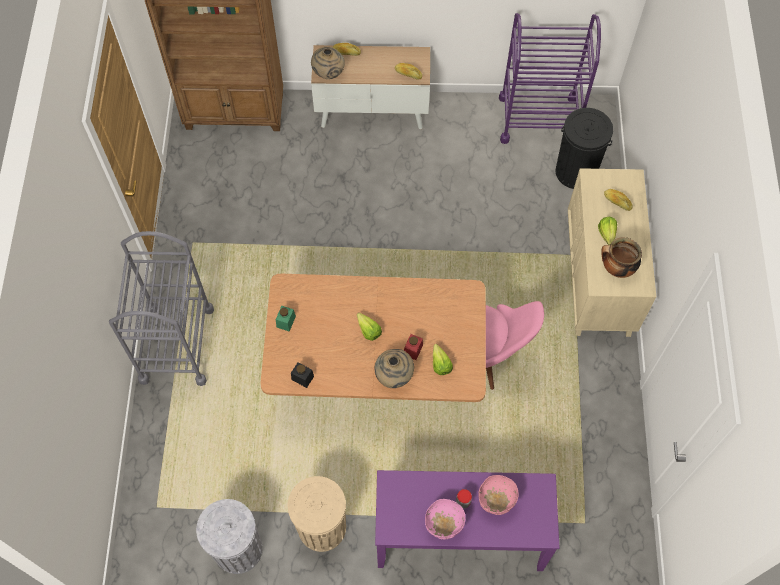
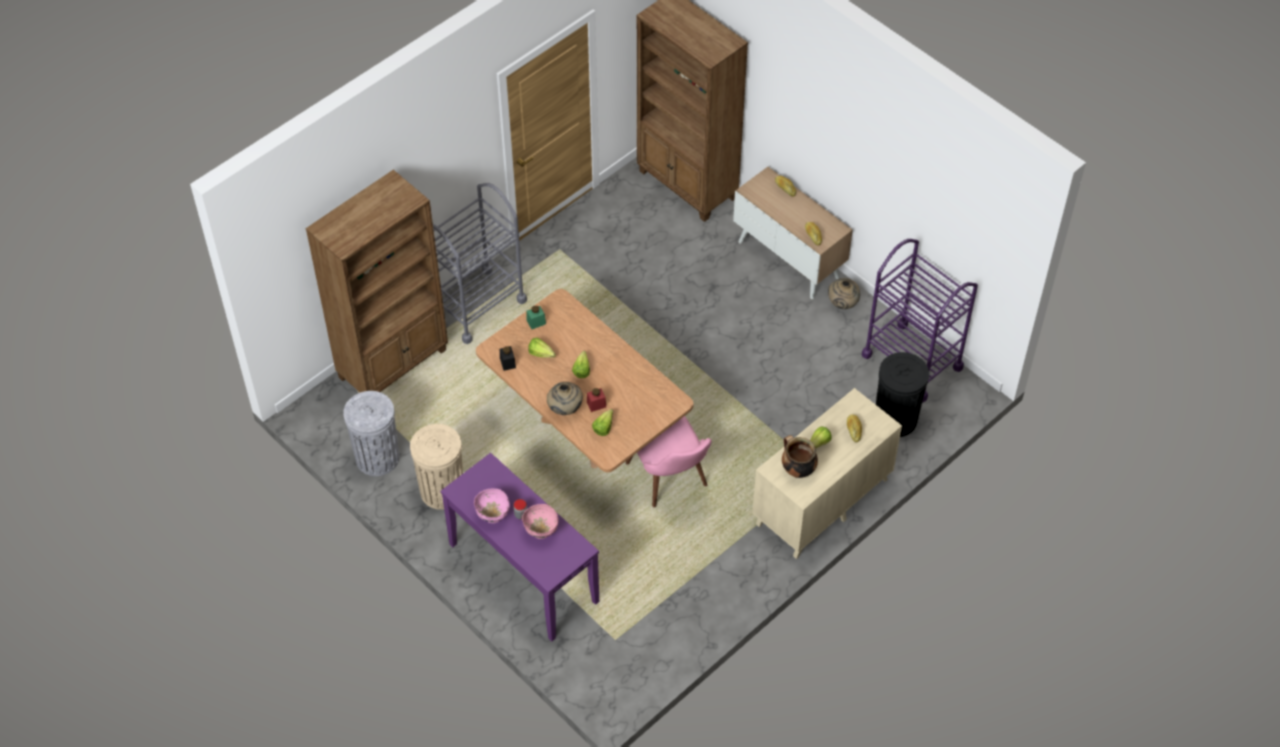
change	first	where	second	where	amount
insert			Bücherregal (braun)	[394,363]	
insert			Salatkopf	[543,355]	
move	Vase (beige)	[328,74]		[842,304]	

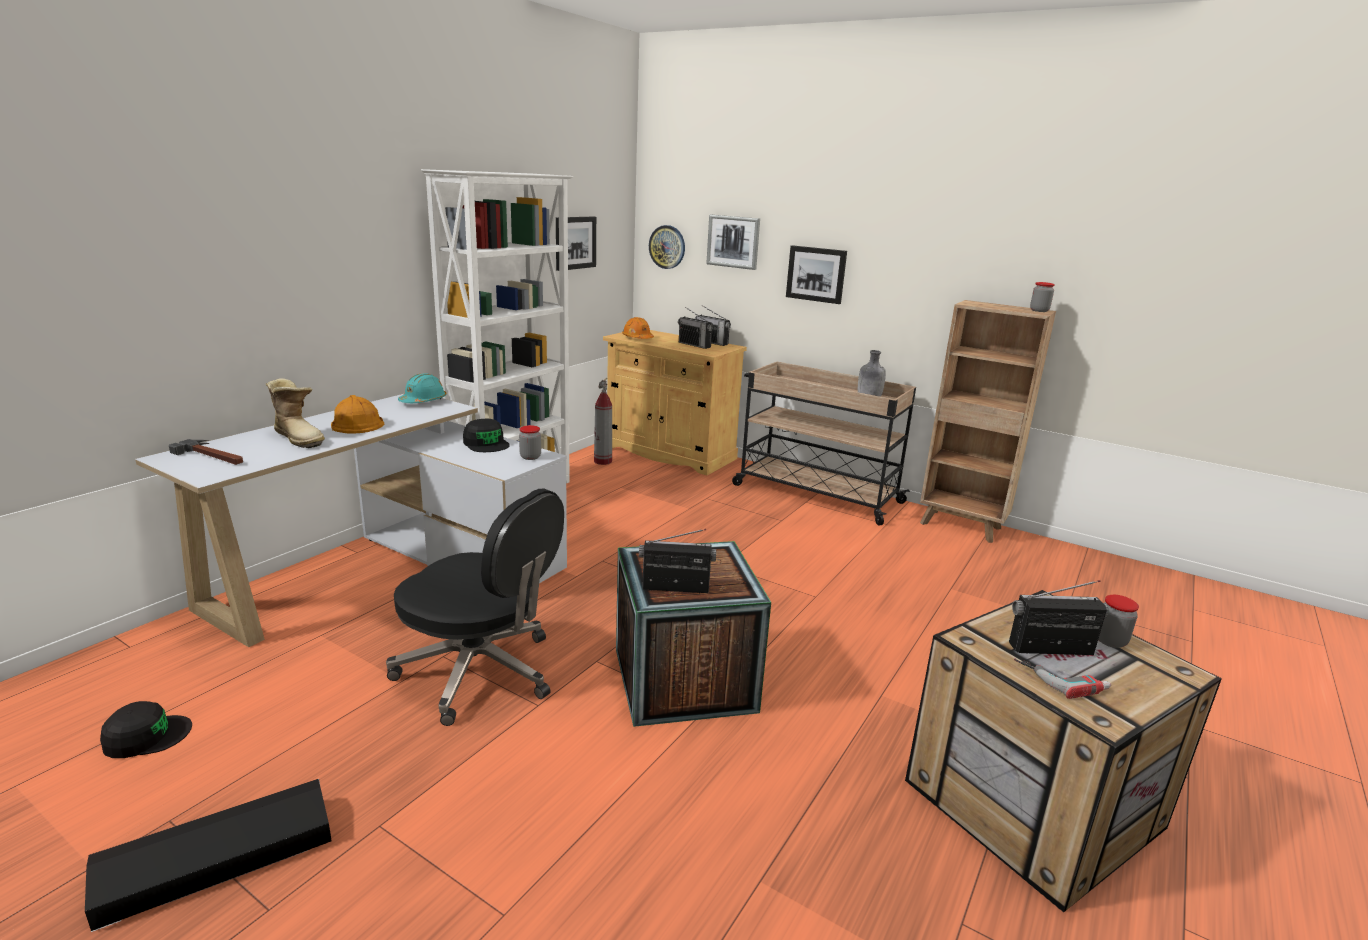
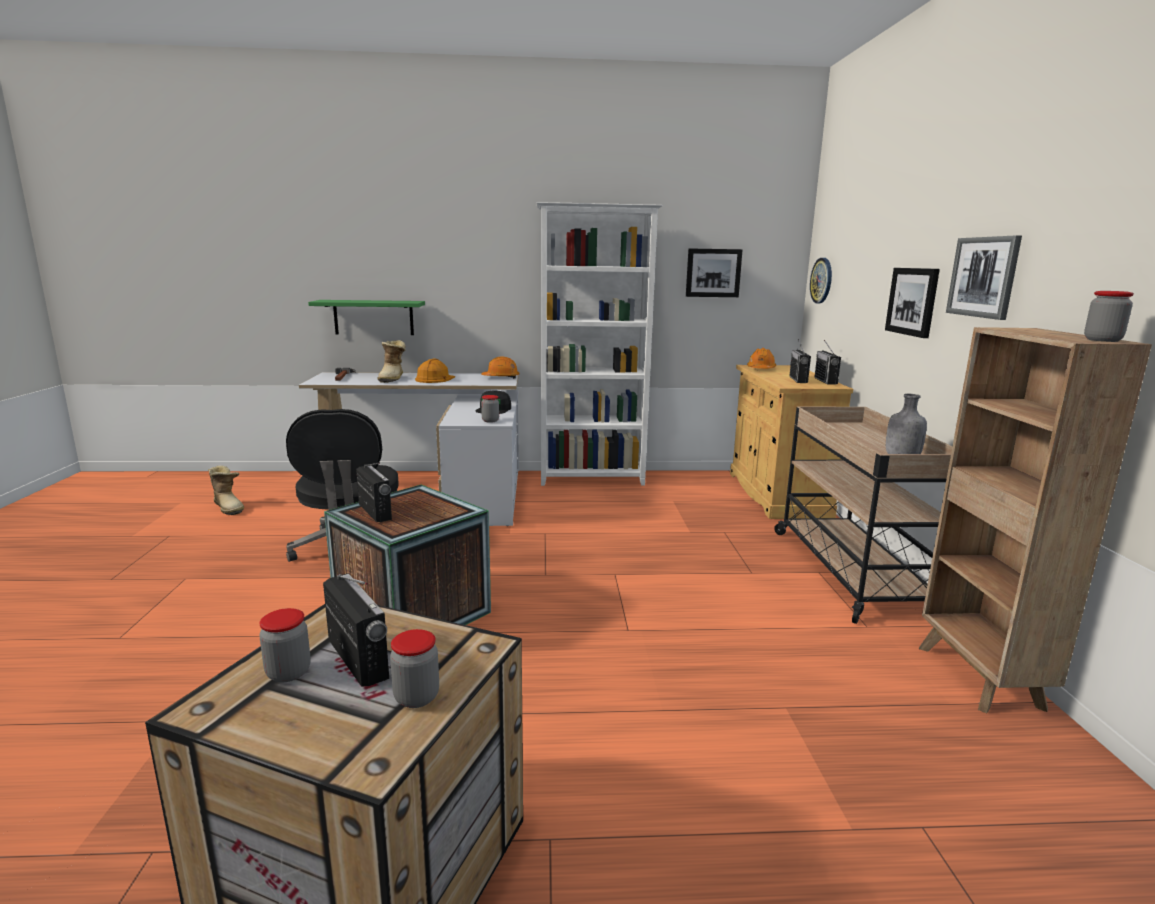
change	first	where	second	where	amount
replace	Kappe (schwarz)	[146,736]	Stiefel	[229,507]	
replace	Bohrmaschine	[1061,678]	Vorratsglas	[288,672]	
insert			Wandregal (grün)	[373,317]	
recolor	Schutzhelm (türkis)	[423,401]	Schutzhelm (orange)	[501,377]	
move	Bild	[733,241]		[983,277]	
delete	Aufbewahrungsbox (schwarz)	[217,859]			
delete	Feuerlöscher	[603,461]			

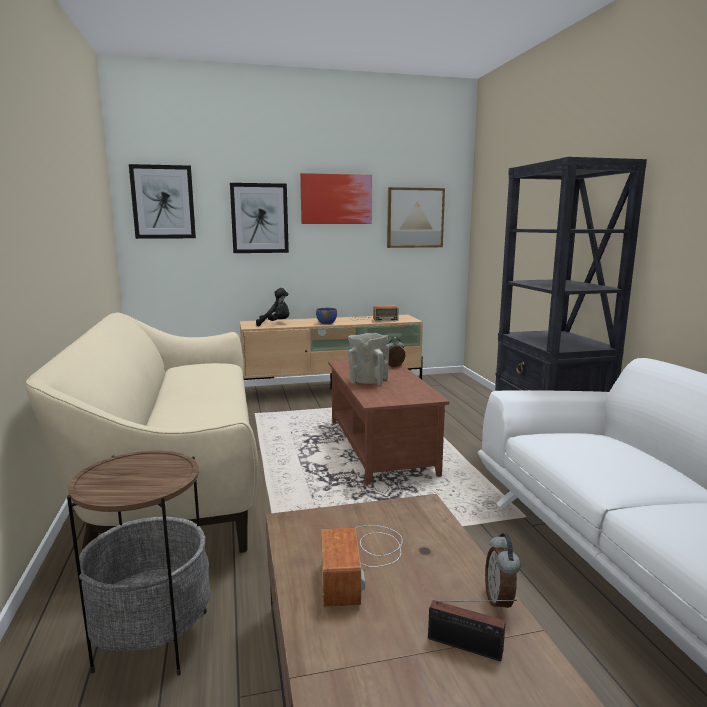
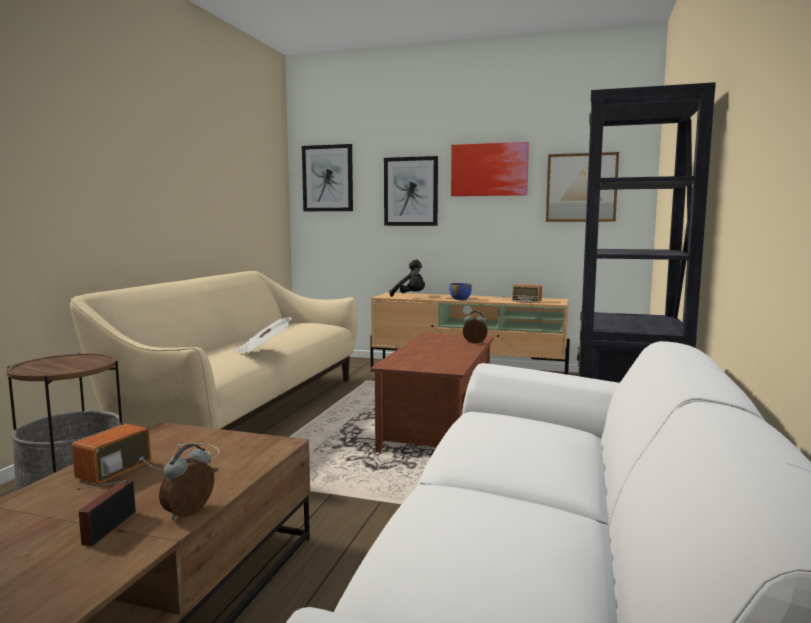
change	first	where	second	where	amount
rotate	Radio	[469,647]		[106,530]	45 degrees clockwise
insert			Zeitung	[263,350]	
delete	Vase (beige)	[368,382]			

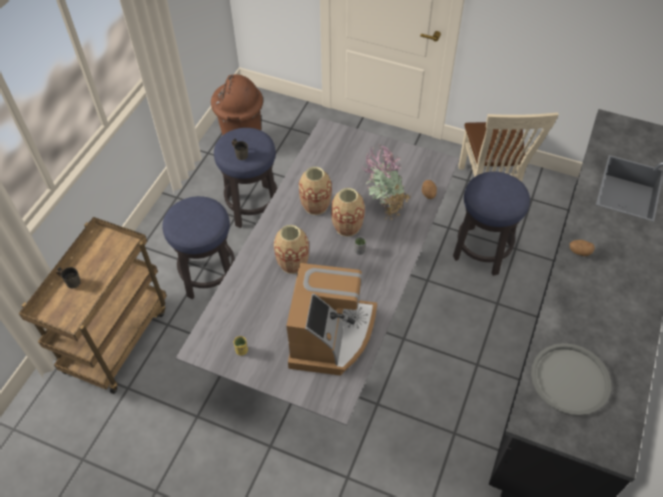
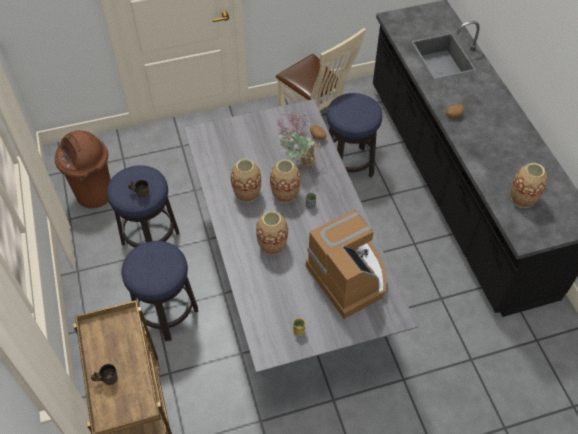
change	first	where	second	where	amount
replace	Tablett (grau)	[570,379]	Vase	[522,199]	

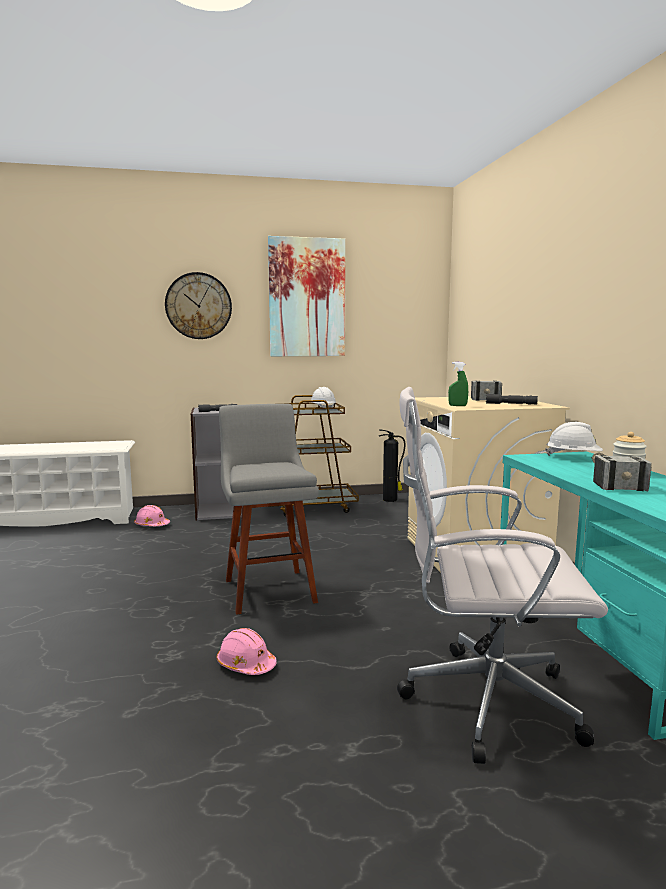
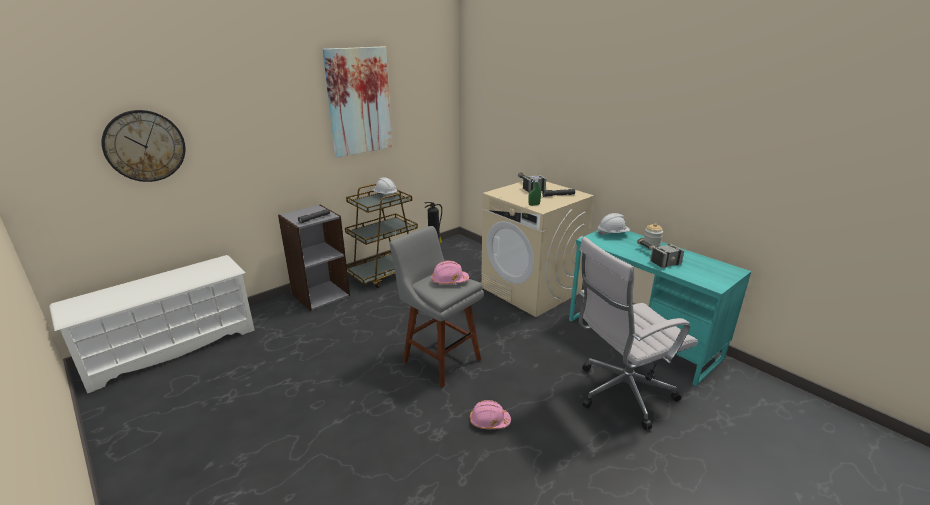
change	first	where	second	where	amount
move	Wanduhr	[198,306]		[145,146]	
move	Schutzhelm (rosa)	[152,525]		[449,281]	

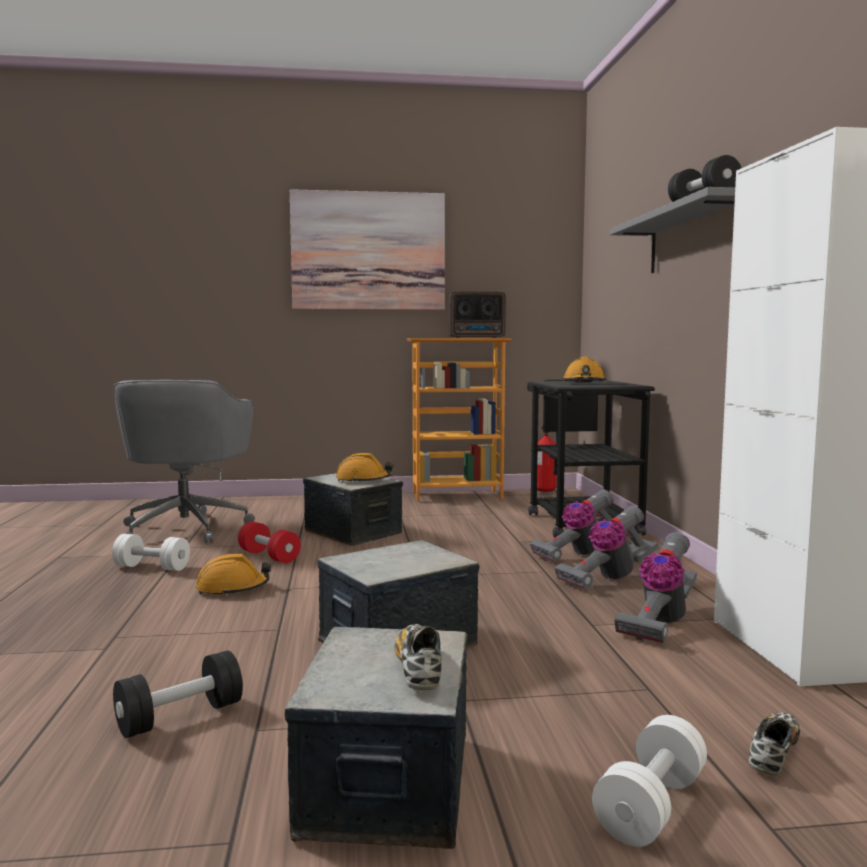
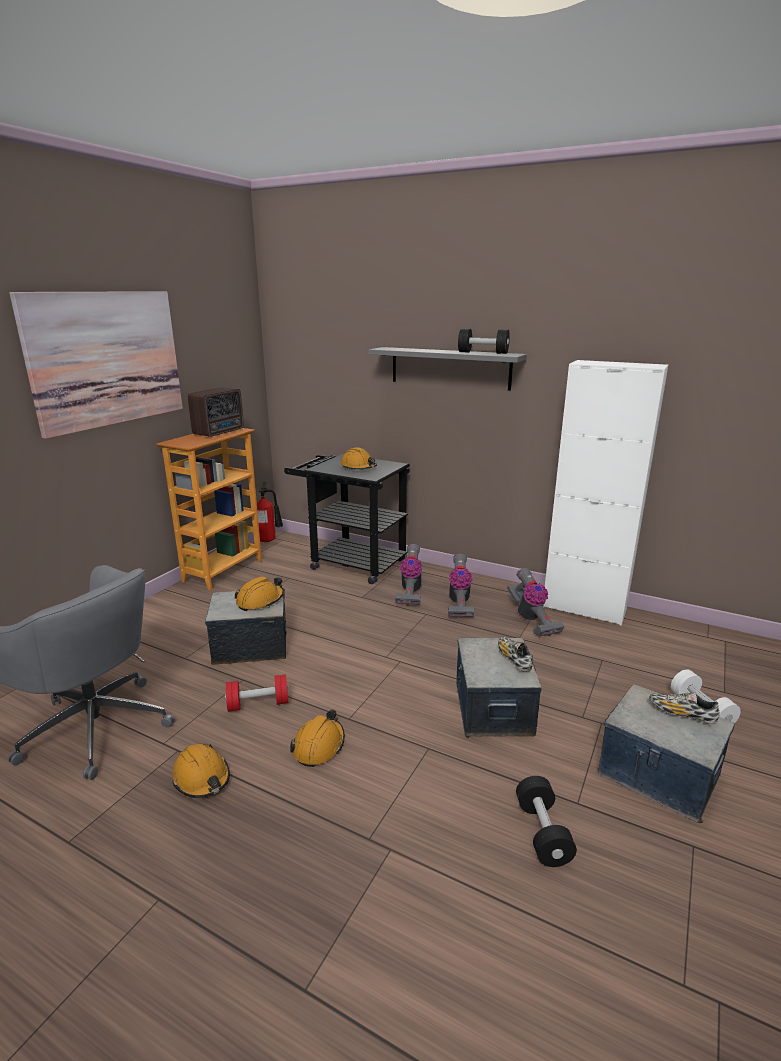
change	first	where	second	where	amount
replace	Hantel (weiß)	[152,567]	Schutzhelm (orange)	[202,778]	
move	Schuh	[774,754]		[513,659]	

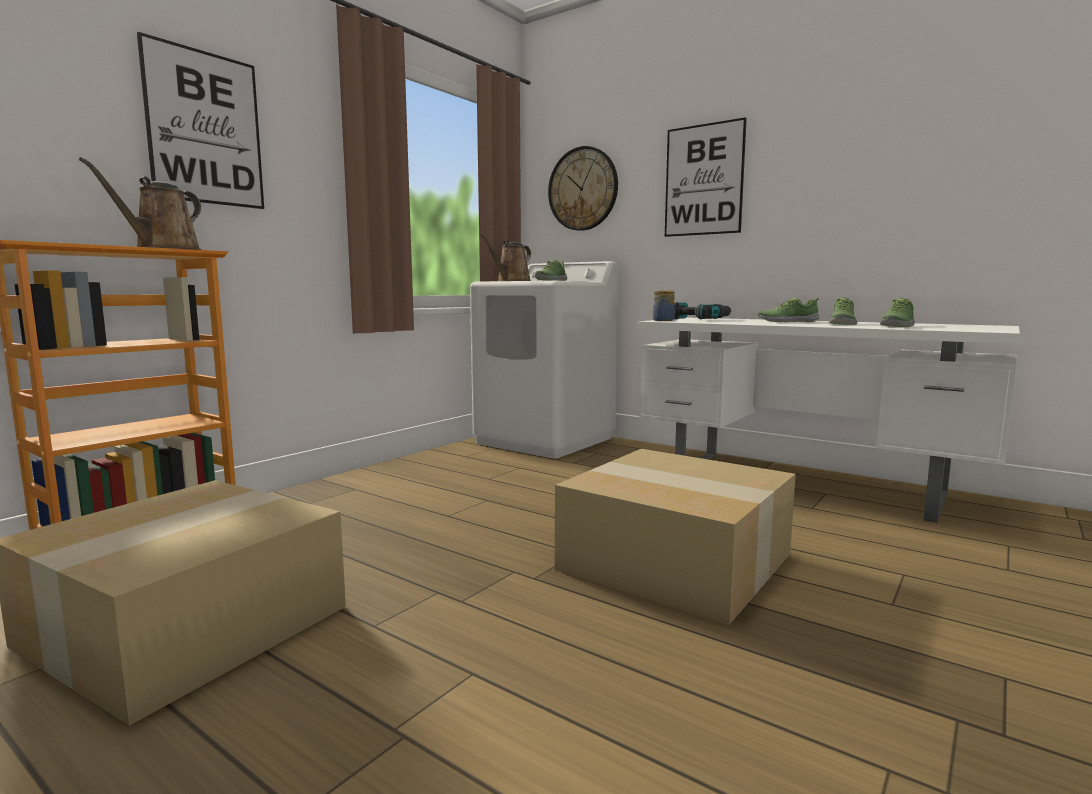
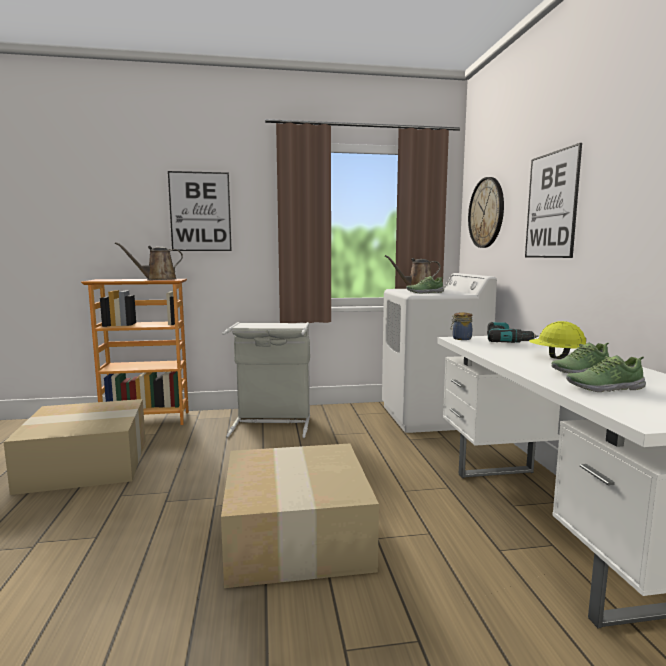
change	first	where	second	where	amount
insert			Wäschekorb (grau)	[272,423]	
replace	Schuh	[787,322]	Schutzhelm (gelb)	[556,357]	

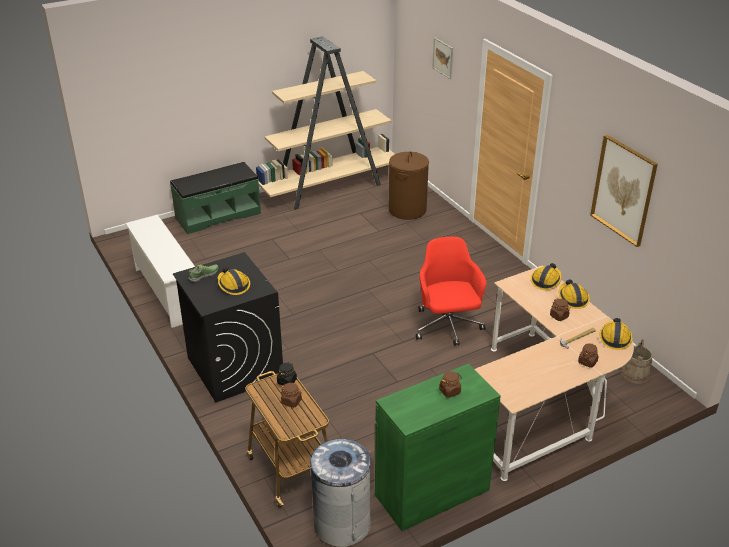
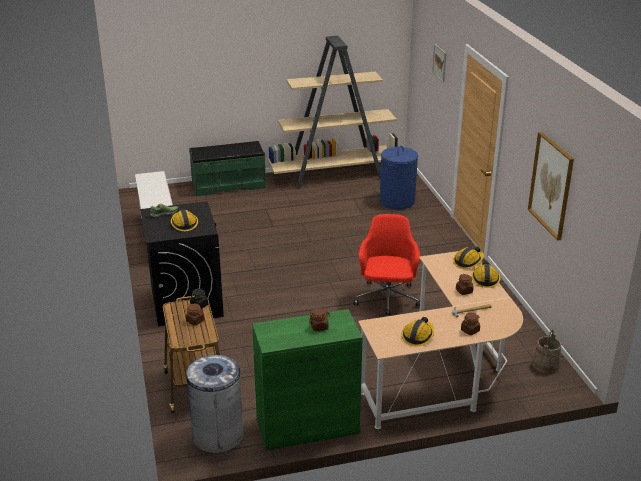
change	first	where	second	where	amount
recolor	Wäschekorb (braun)	[407,210]	Wäschekorb (blau)	[397,201]	
move	Schutzhelm	[615,338]		[418,336]	

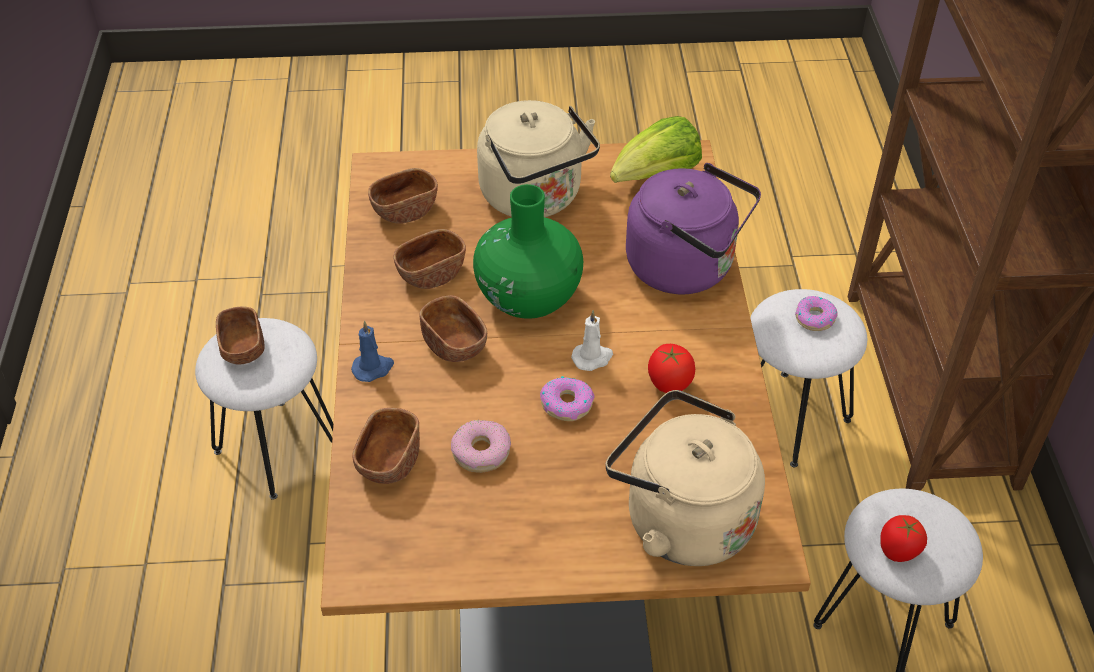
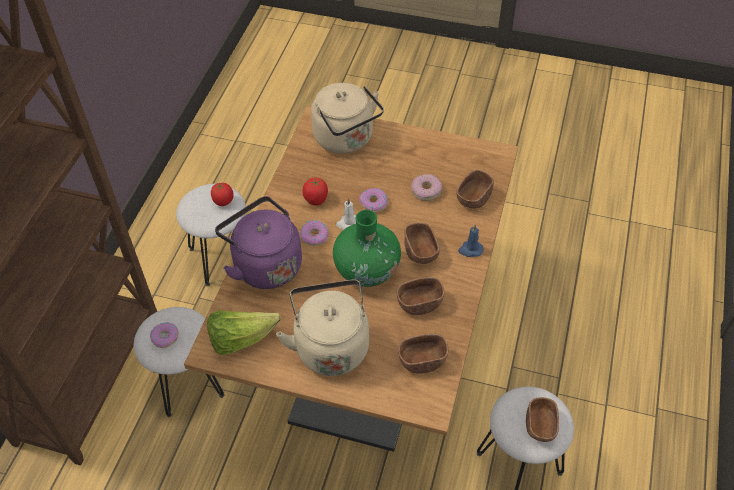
change	first	where	second	where	amount
insert			Donut	[314,236]	

